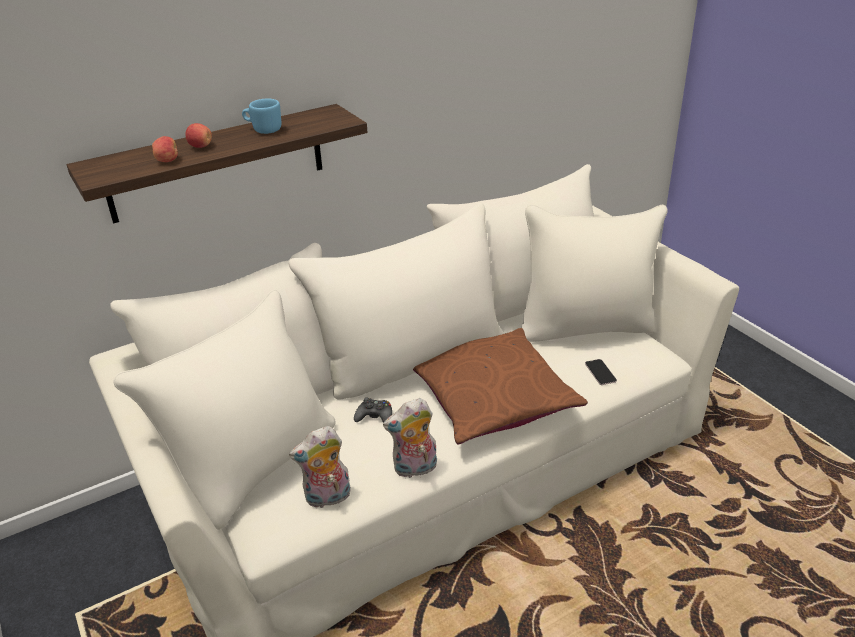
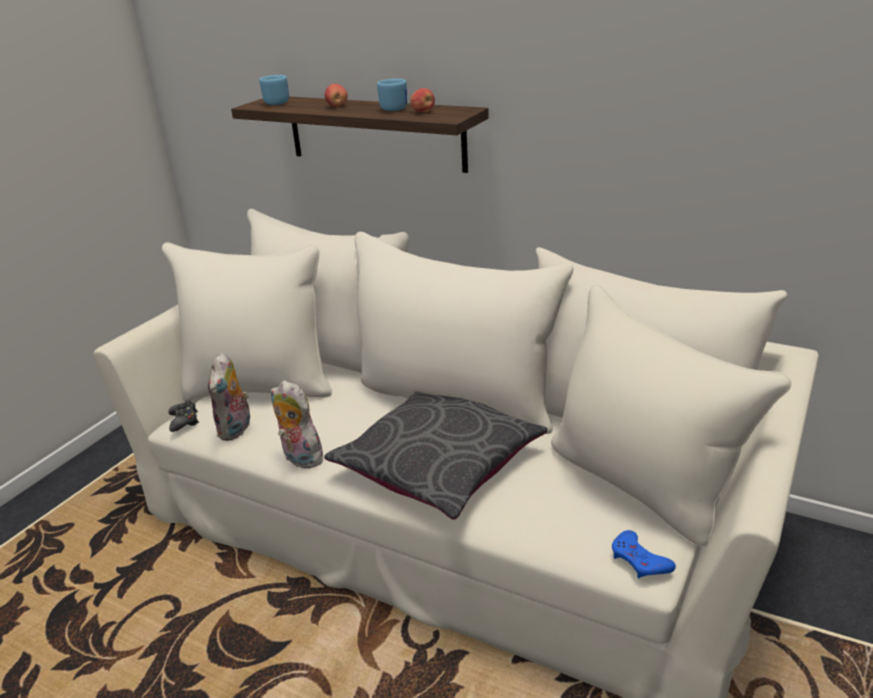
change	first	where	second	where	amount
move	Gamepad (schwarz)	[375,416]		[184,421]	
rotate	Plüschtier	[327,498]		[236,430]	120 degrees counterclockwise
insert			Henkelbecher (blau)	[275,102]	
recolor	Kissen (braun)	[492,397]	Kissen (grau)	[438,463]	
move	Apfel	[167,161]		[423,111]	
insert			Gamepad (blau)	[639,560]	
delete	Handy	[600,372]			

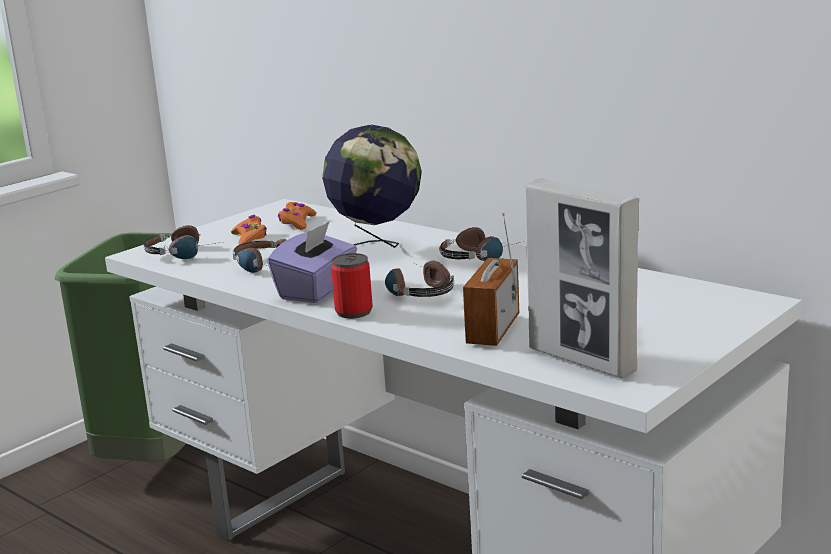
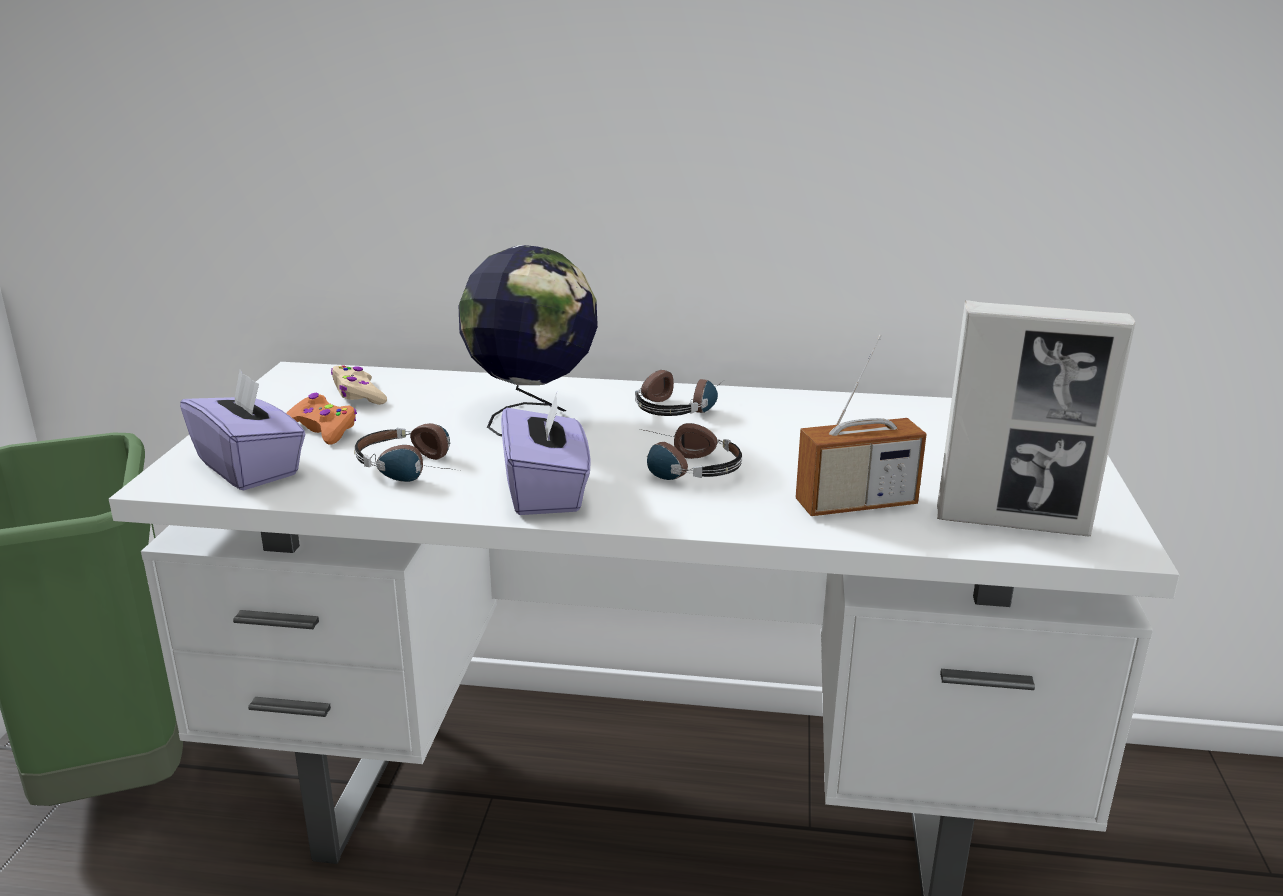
change	first	where	second	where	amount
replace	Kopfhörer	[186,253]	Taschentuchbox (lila)	[250,467]	
recolor	Gamepad (orange)	[297,222]	Gamepad (beige)	[358,394]	
rotate	Radio	[493,330]		[856,504]	90 degrees counterclockwise
delete	Dose	[354,312]			

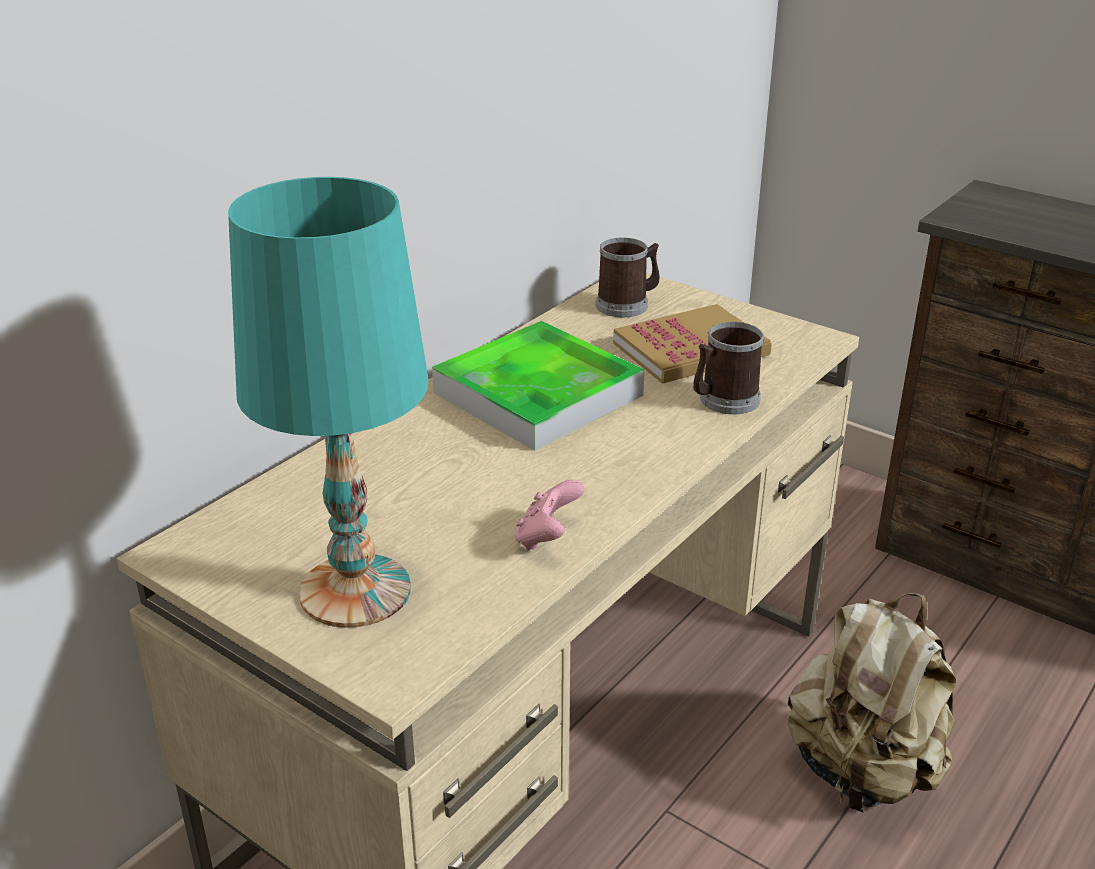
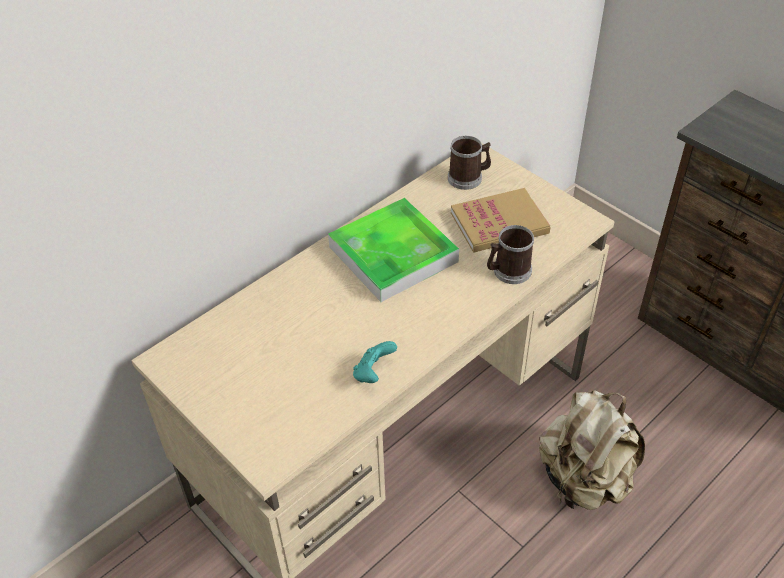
change	first	where	second	where	amount
recolor	Gamepad (rosa)	[547,538]	Gamepad (türkis)	[373,373]	
delete	Tischlampe (türkis)	[357,591]			

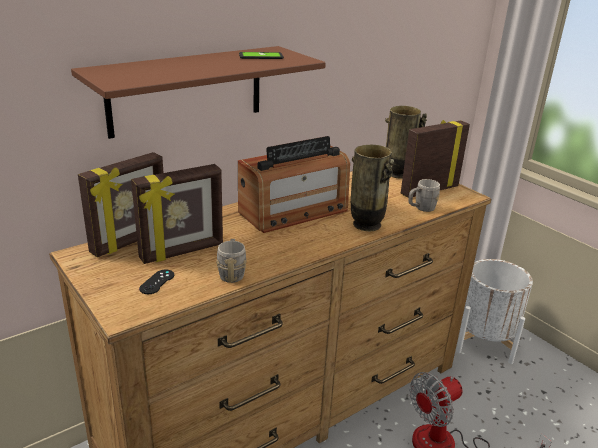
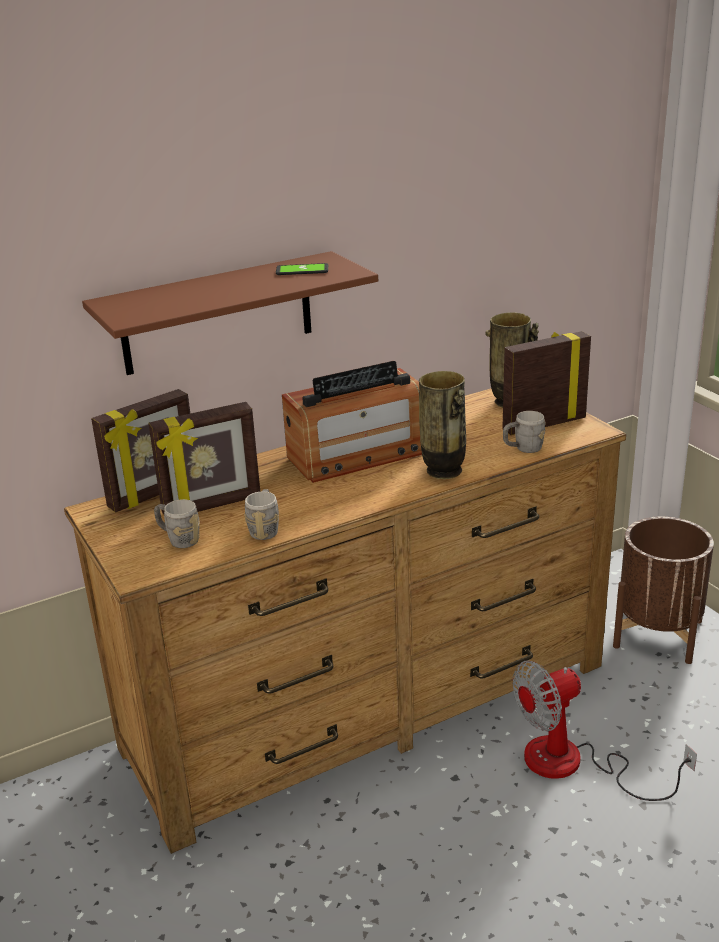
change	first	where	second	where	amount
replace	Gamepad (schwarz)	[157,282]	Henkelbecher (grau)	[179,539]	
recolor	Pflanzkübel (weiß)	[484,341]	Pflanzkübel (braun)	[658,633]	

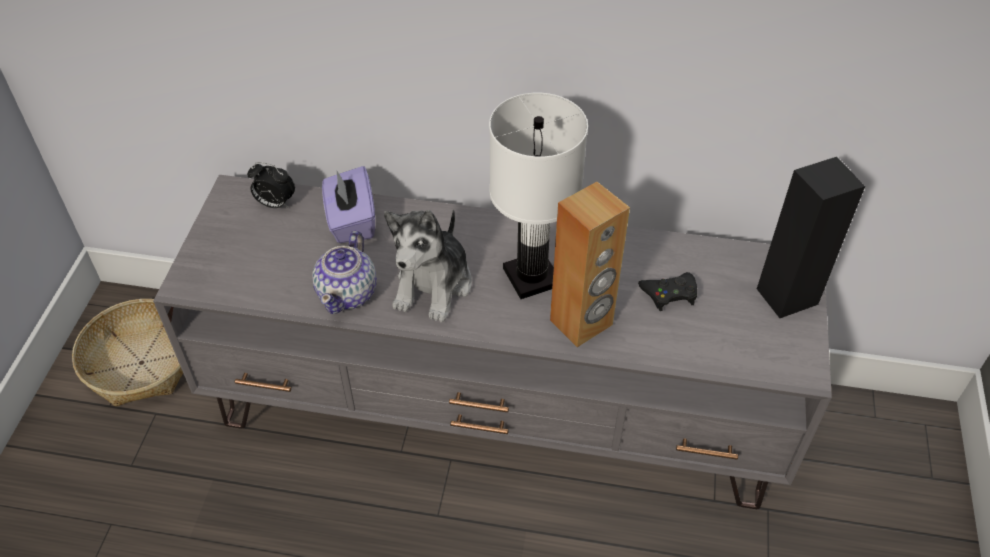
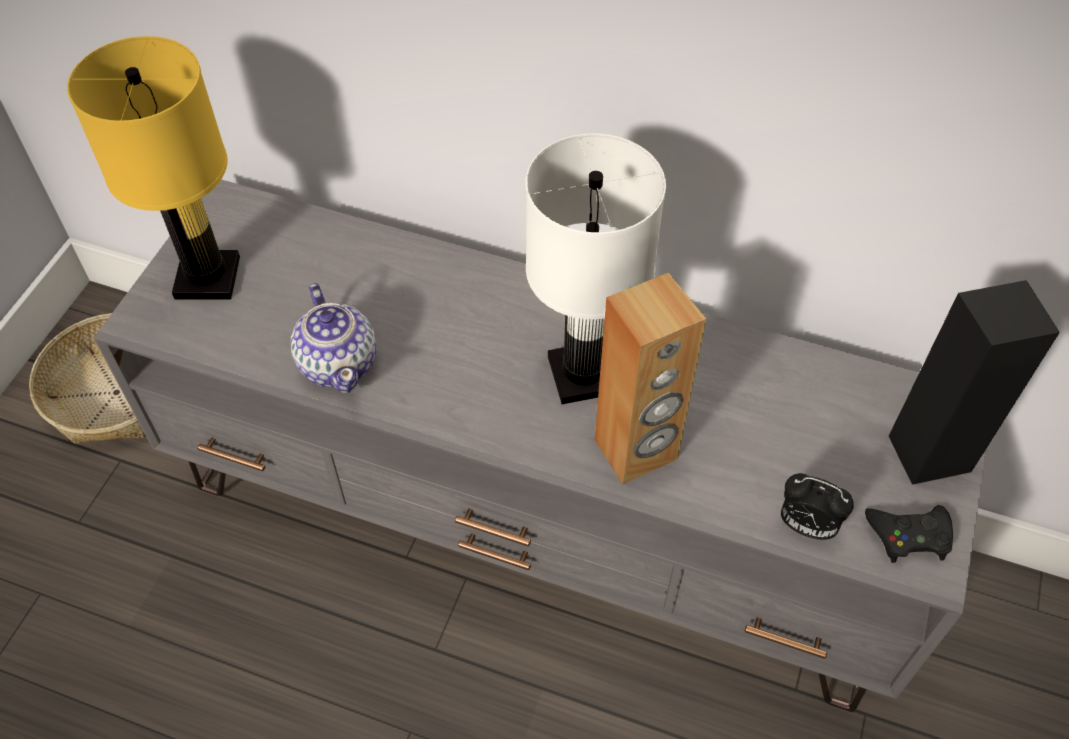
change	first	where	second	where	amount
insert			Tischlampe (gelb)	[206,278]	
rotate	Teekanne	[348,293]		[339,362]	45 degrees counterclockwise
move	Wecker	[275,204]		[806,526]	
move	Gamepad (schwarz)	[669,294]		[909,535]	
delete	Taschentuchbox (lila)	[351,221]			
delete	Plüschtier	[433,285]			

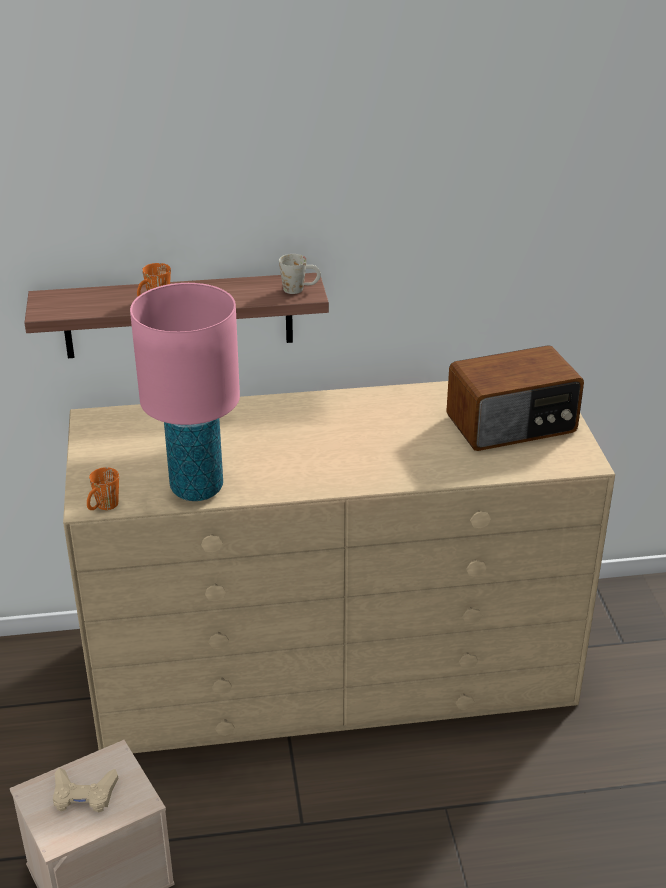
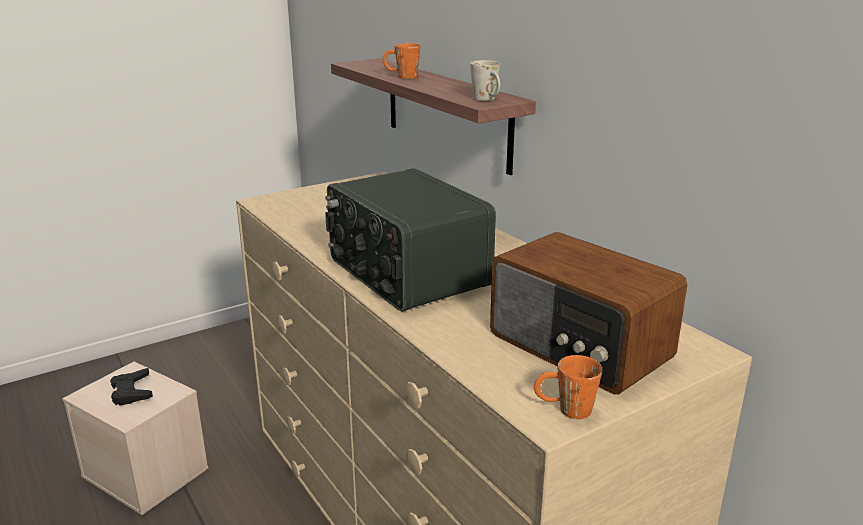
change	first	where	second	where	amount
recolor	Gamepad (beige)	[84,794]	Gamepad (schwarz)	[132,392]	
insert			Radio	[406,273]	
move	Henkelbecher (orange)	[103,508]		[564,410]	
delete	Tischlampe (rosa)	[196,488]			

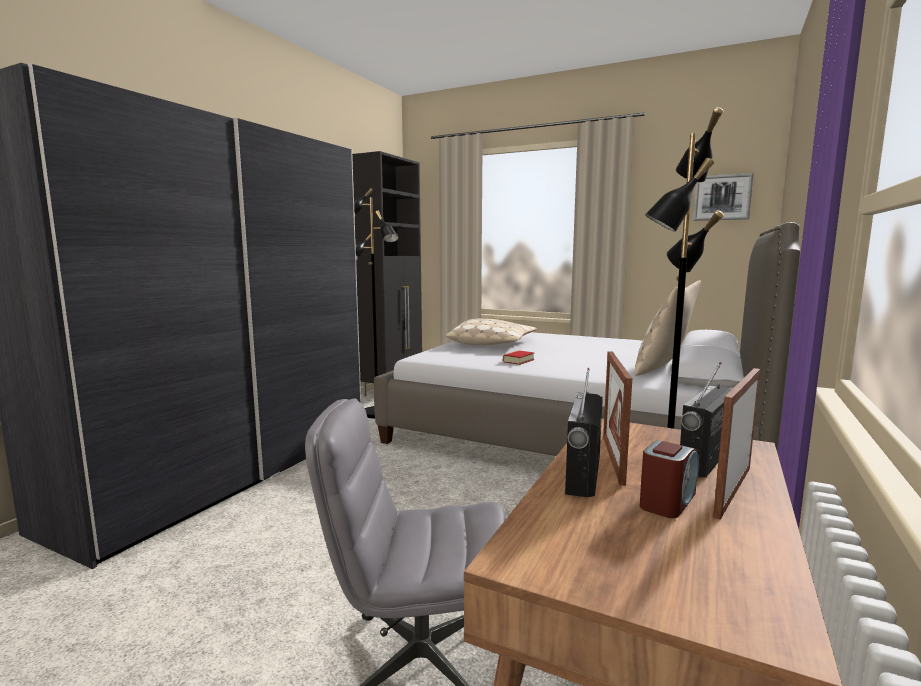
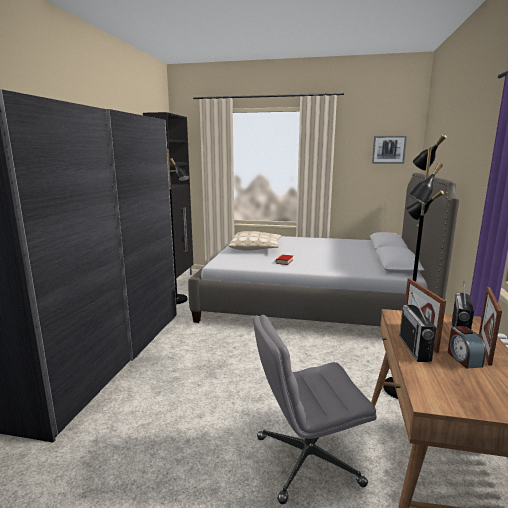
change	first	where	second	where	amount
rotate	Wecker	[667,501]		[463,359]	150 degrees clockwise
delete	Kissen (beige)	[663,368]			

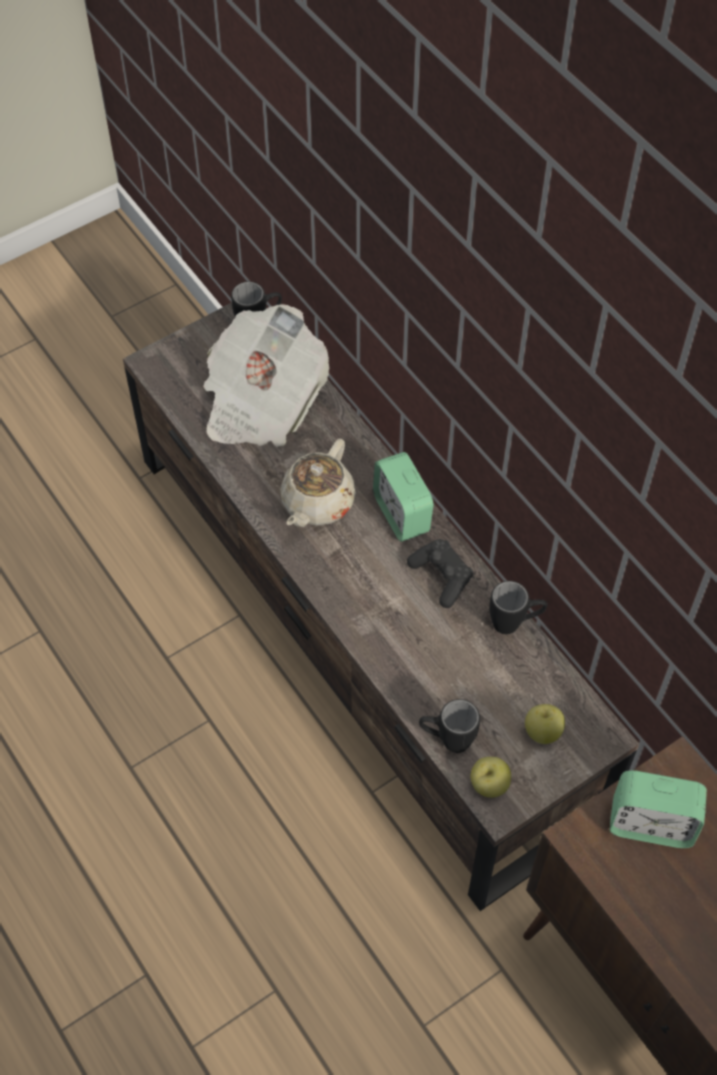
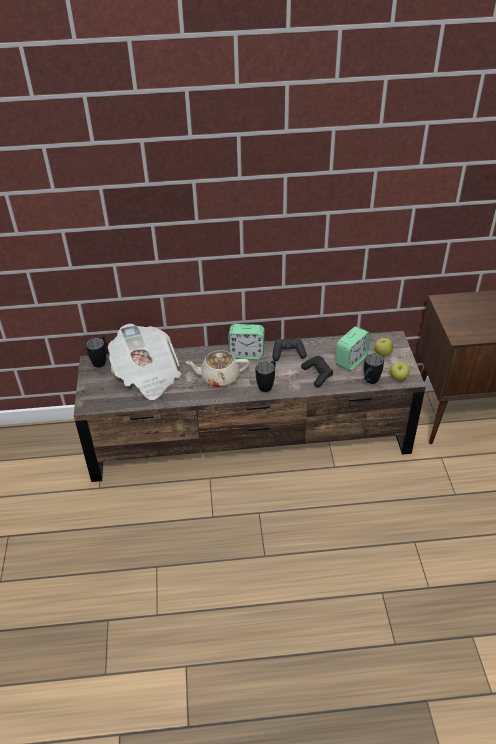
change	first	where	second	where	amount
rotate	Teekanne (beige)	[317,502]		[219,377]	120 degrees clockwise
move	Henkelbecher (schwarz)	[515,623]		[267,384]	
insert			Gamepad (schwarz)	[317,375]	
move	Wecker	[651,824]		[351,360]	

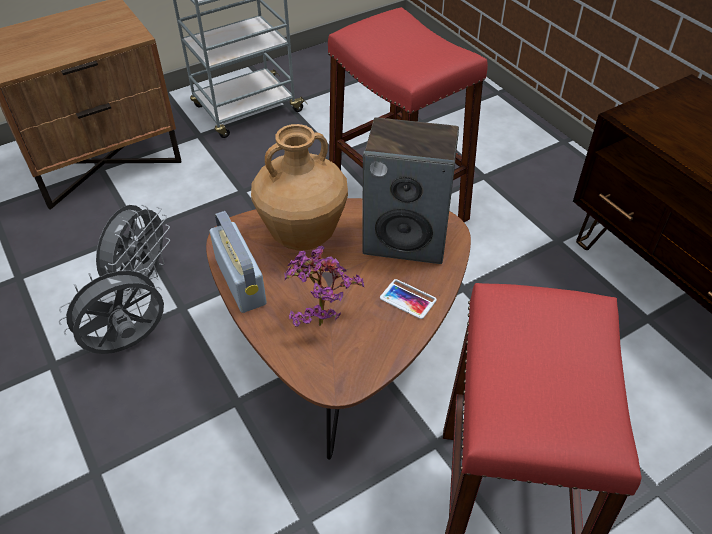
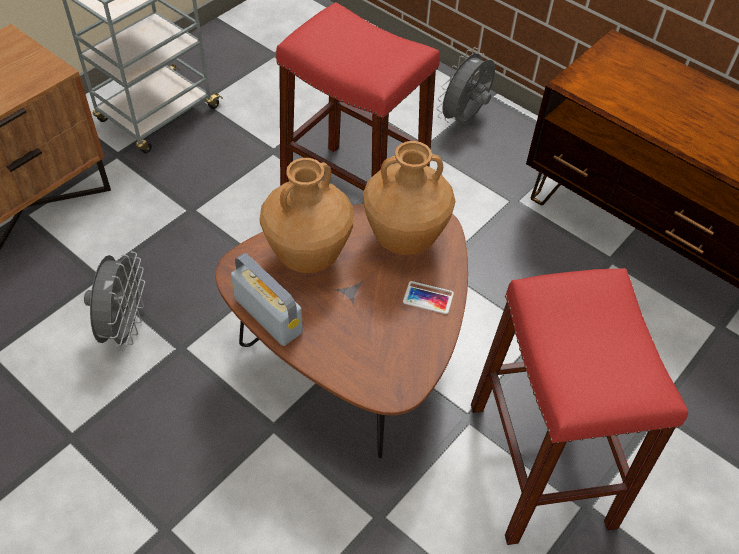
change	first	where	second	where	amount
replace	Lautsprecher	[406,239]	Vase (braun)	[405,239]	
move	Ventilator (grau)	[128,344]		[464,120]	
delete	Topfpflanze	[320,318]			

